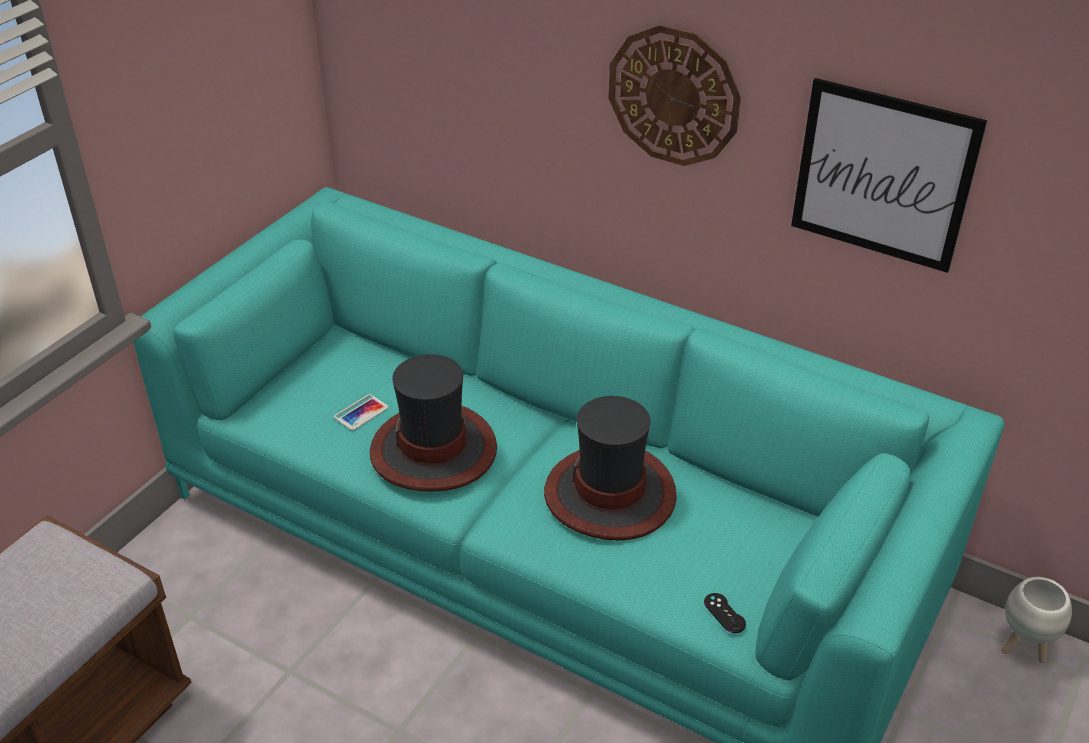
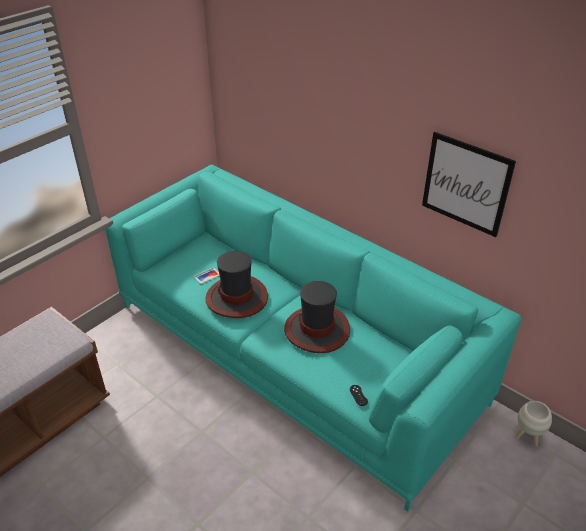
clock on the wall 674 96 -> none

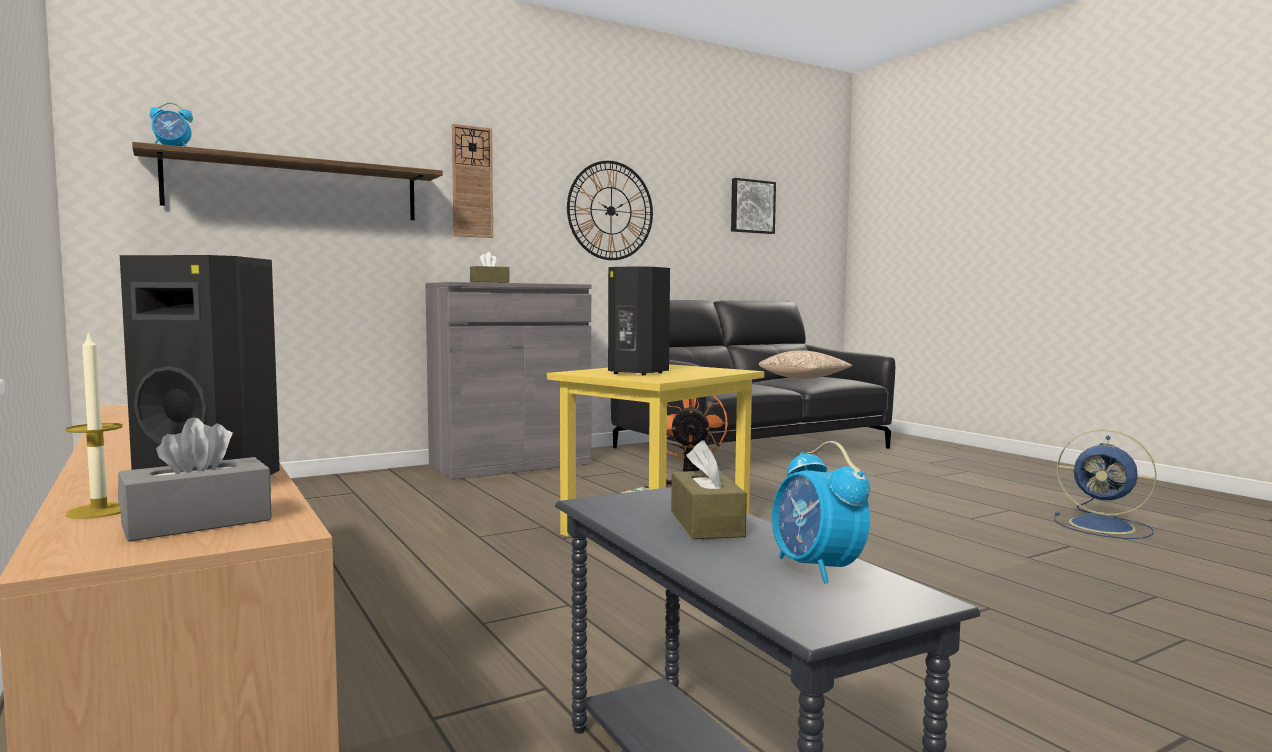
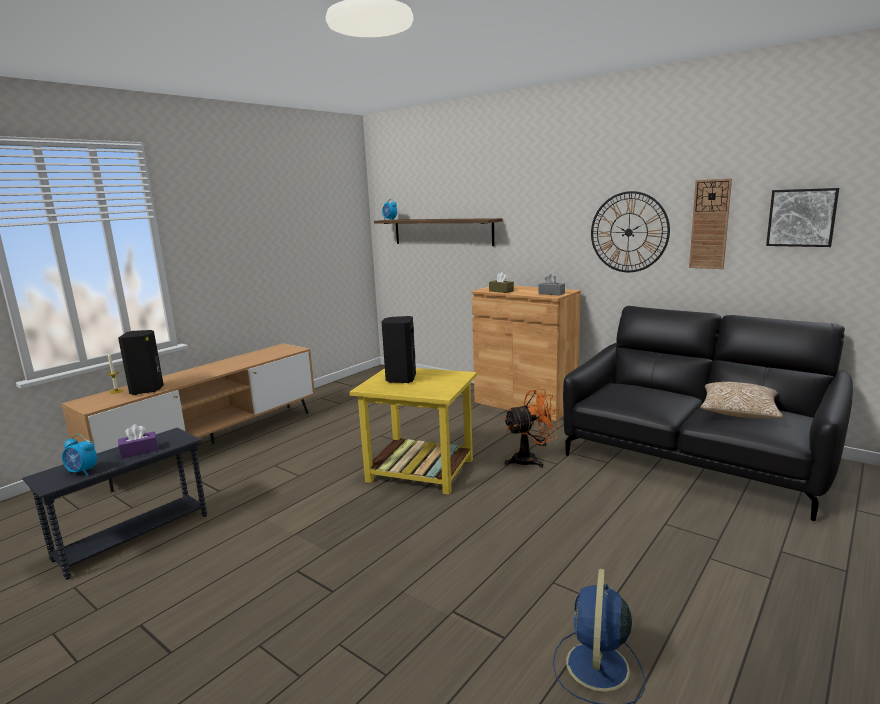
clock on the wall 472 182 -> clock on the wall 710 224, move
cabinet (gray) 510 464 -> cabinet (brownish) 525 404
tissue box (gray) 197 522 -> tissue box (gray) 551 293, move
tissue box (brownish) 706 523 -> tissue box (purple) 139 451
alarm clock 816 569 -> alarm clock 82 472, 120 degrees counterclockwise

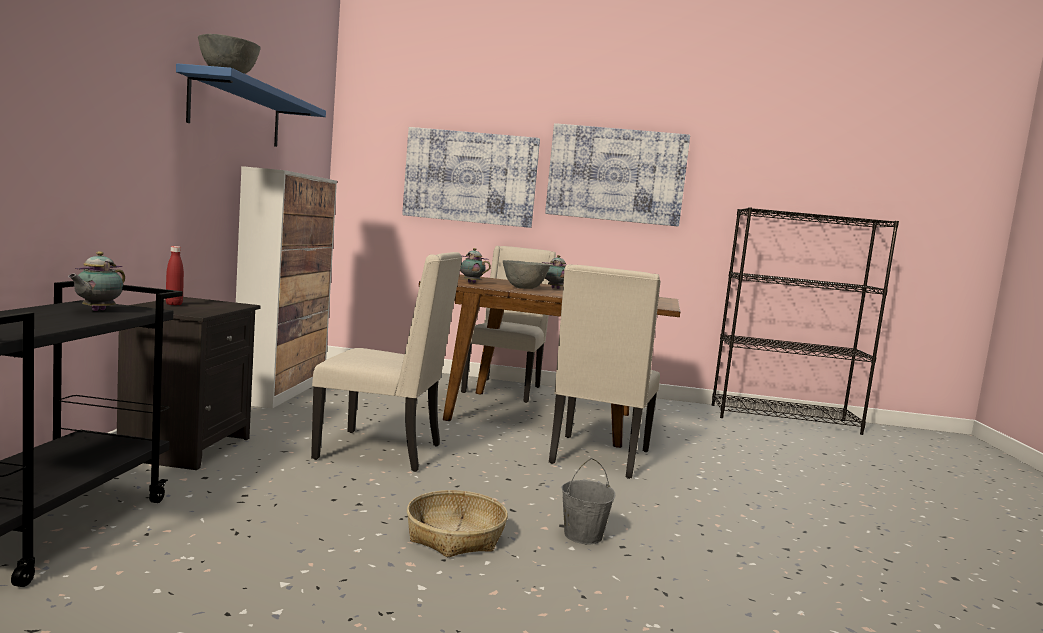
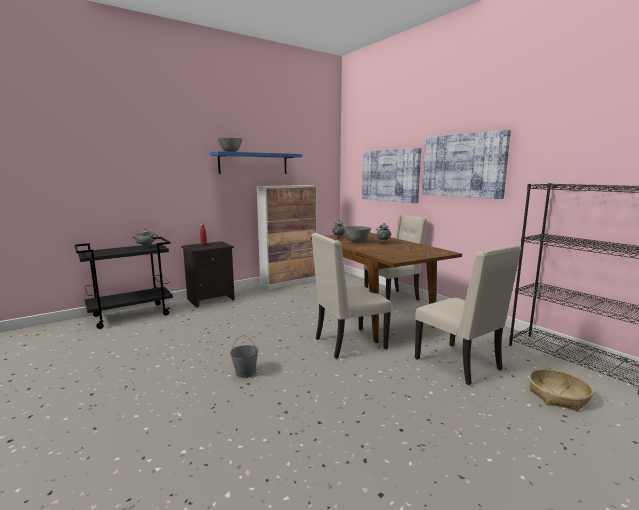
plain chair (beige-coloured) 383 451 -> plain chair (beige-coloured) 460 364, move
basket 455 536 -> basket 558 396, move

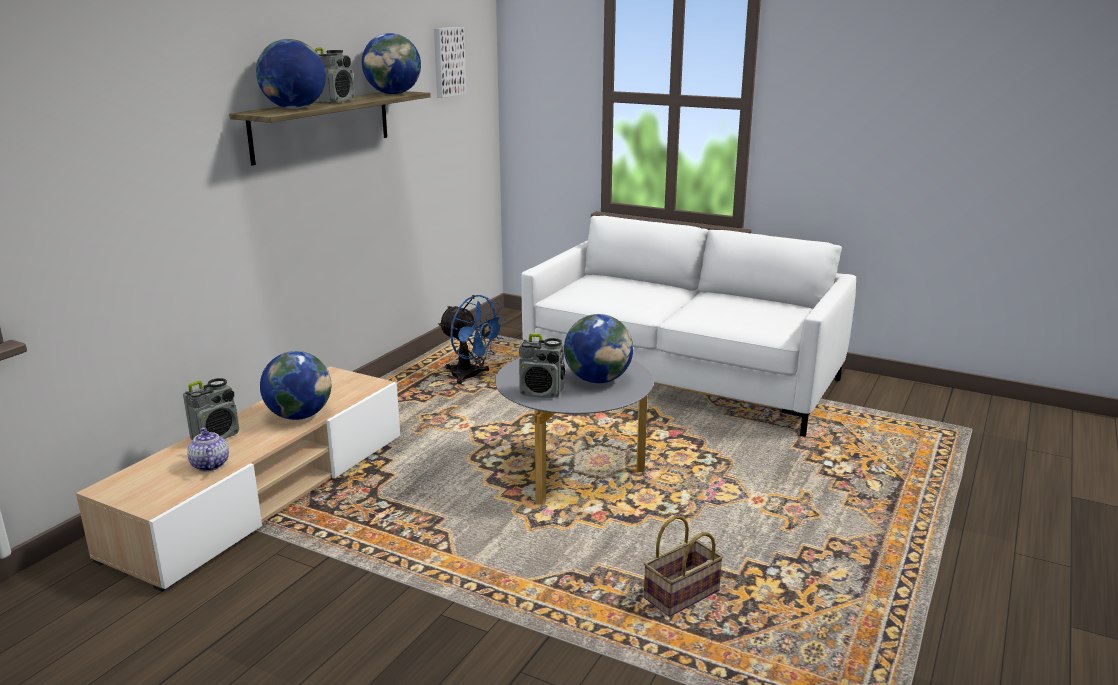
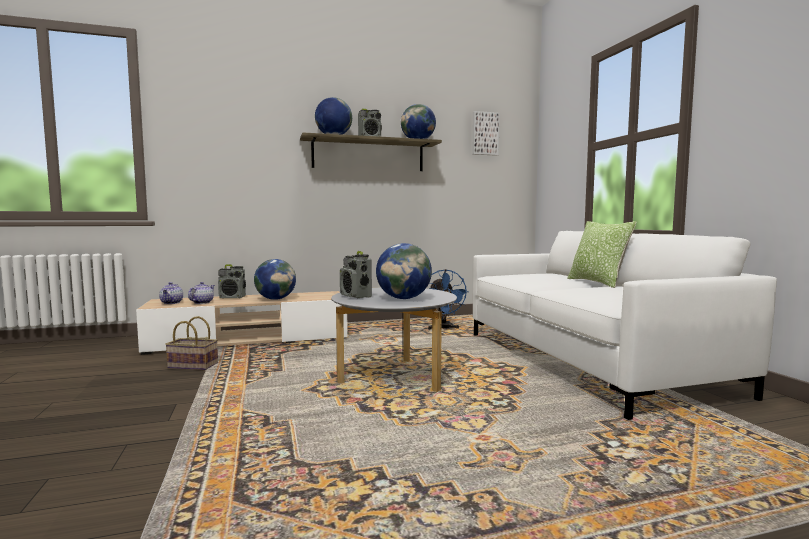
basket 681 596 -> basket 191 366, move
none -> pillow 597 282
none -> pot for tea 172 303

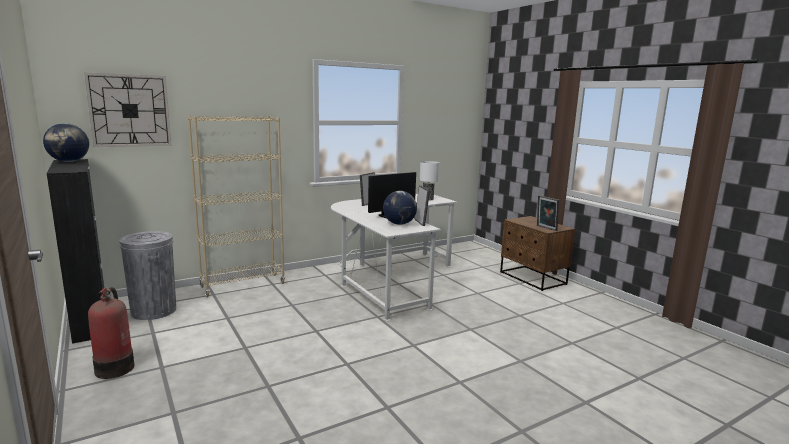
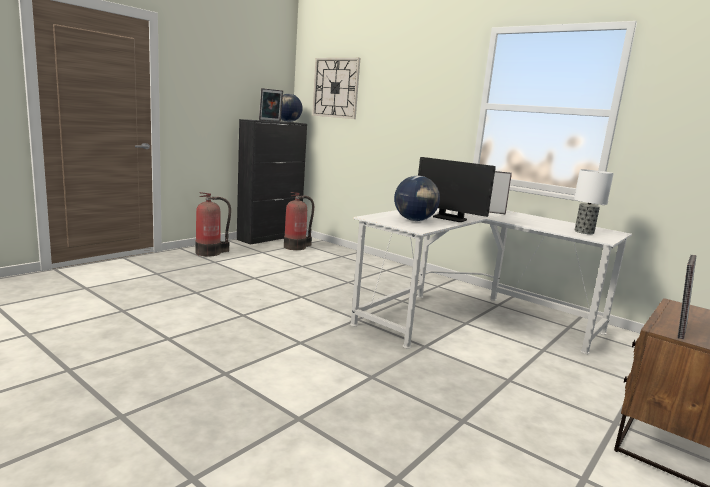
bookshelf (beige-coloured) 243 285 -> none
photo frame 421 222 -> photo frame 270 121, move
waste bin (gray) 153 311 -> fire-fighting cylinder 296 247

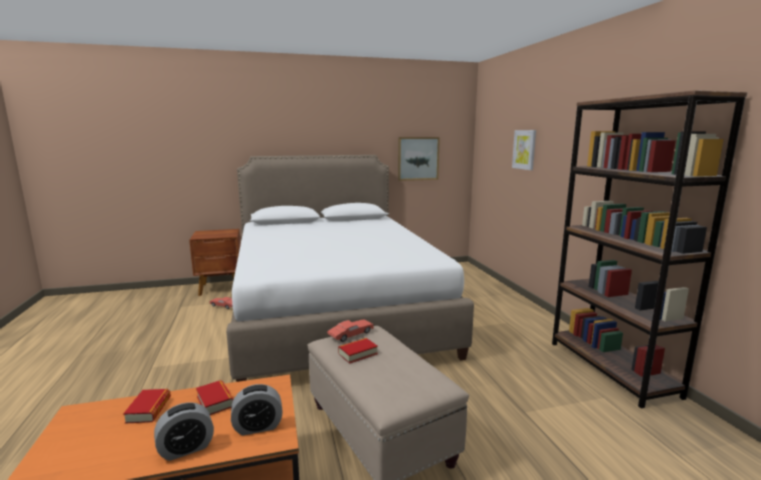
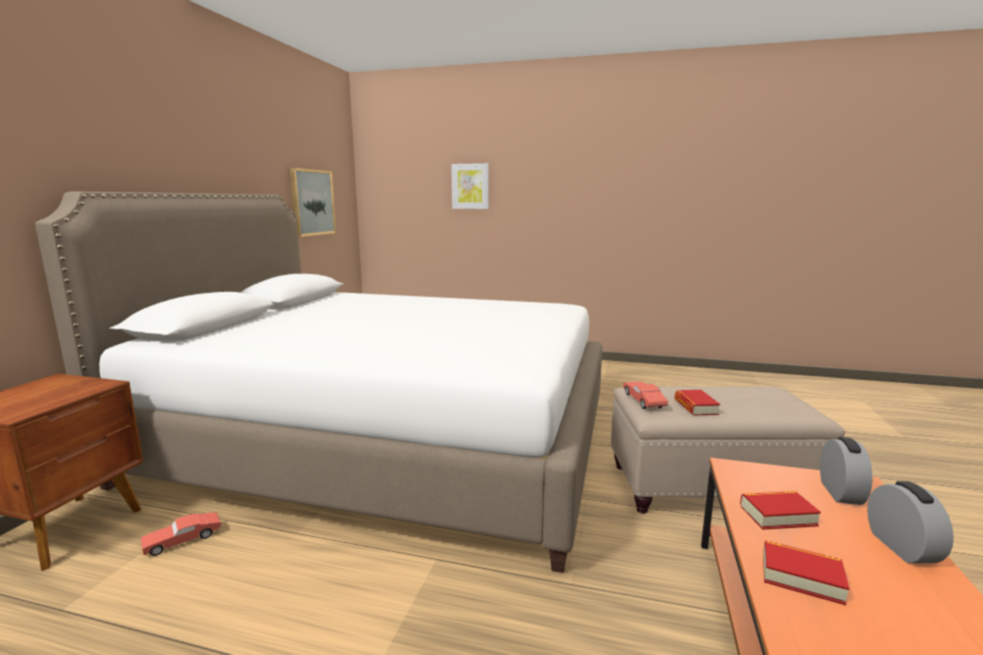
bookshelf (brownish) 611 368 -> none

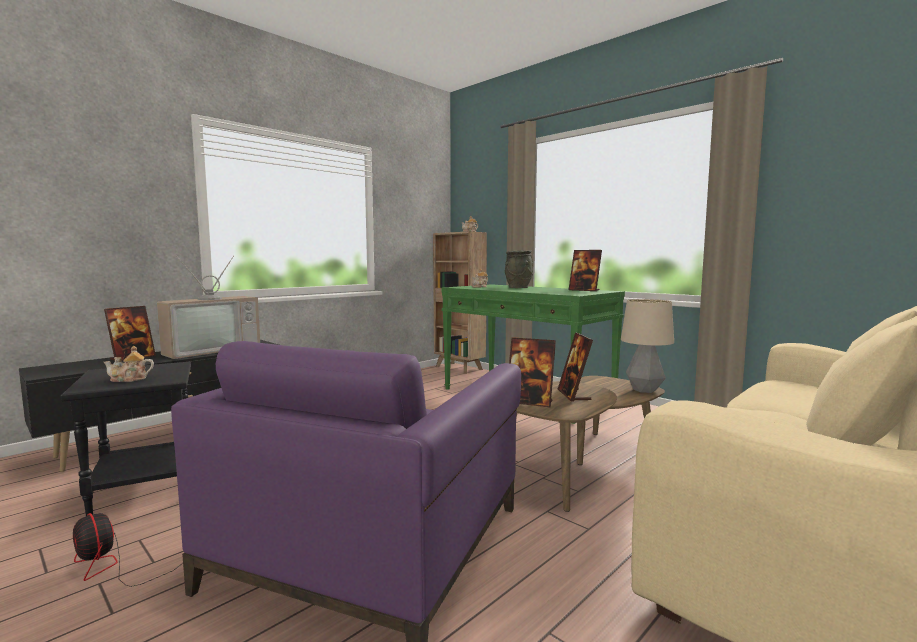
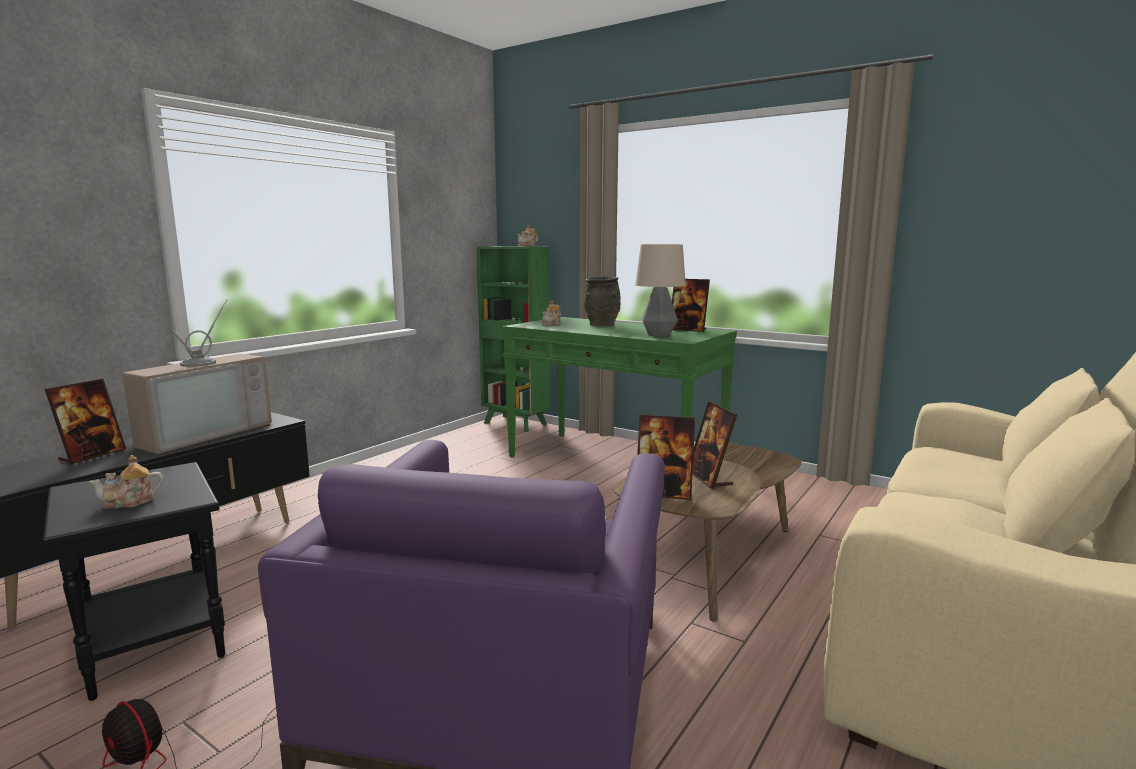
bookshelf (brownish) 459 368 -> bookshelf (green) 516 424
lamp for a table 644 390 -> lamp for a table 659 335, move

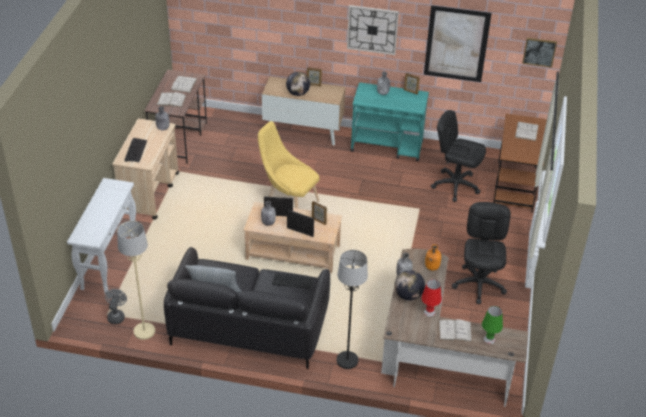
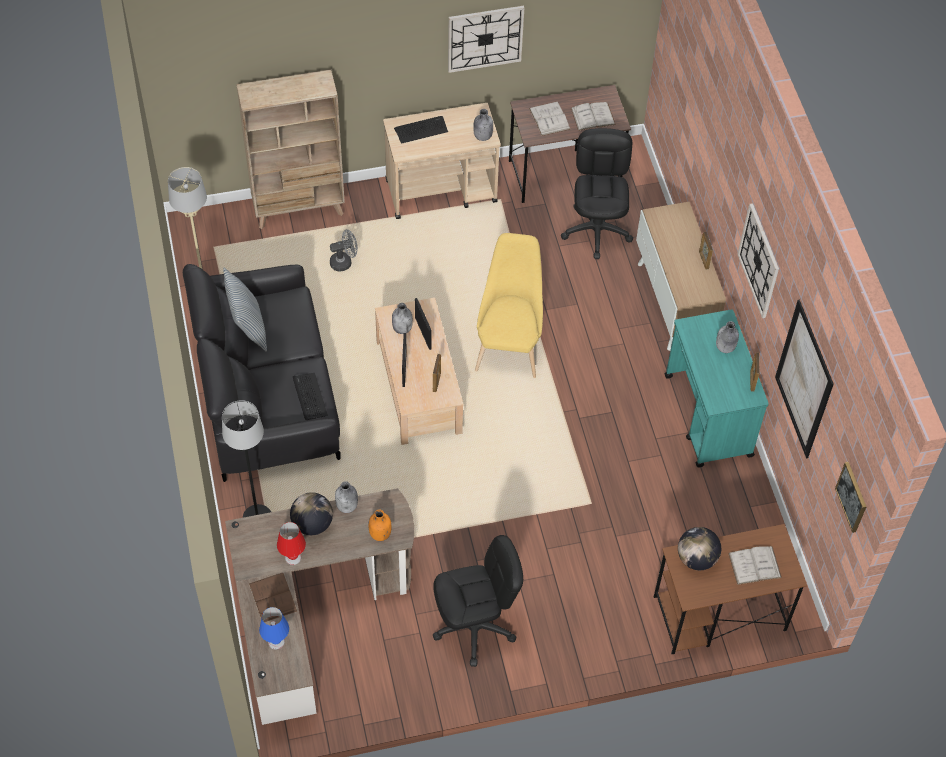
desk globe 298 93 -> desk globe 696 558, move
desk chair (blackish) 455 185 -> desk chair (blackish) 597 230, move
narrow table (whitish) 109 261 -> bookshelf (beige-coloured) 299 208
fan (gray) 116 316 -> fan (gray) 344 262, move
lamp for a table (green) 489 339 -> lamp for a table (blue-coloured) 276 641
volume (whitish) 455 331 -> volume (brownish) 273 597
none -> clock on the wall 485 38

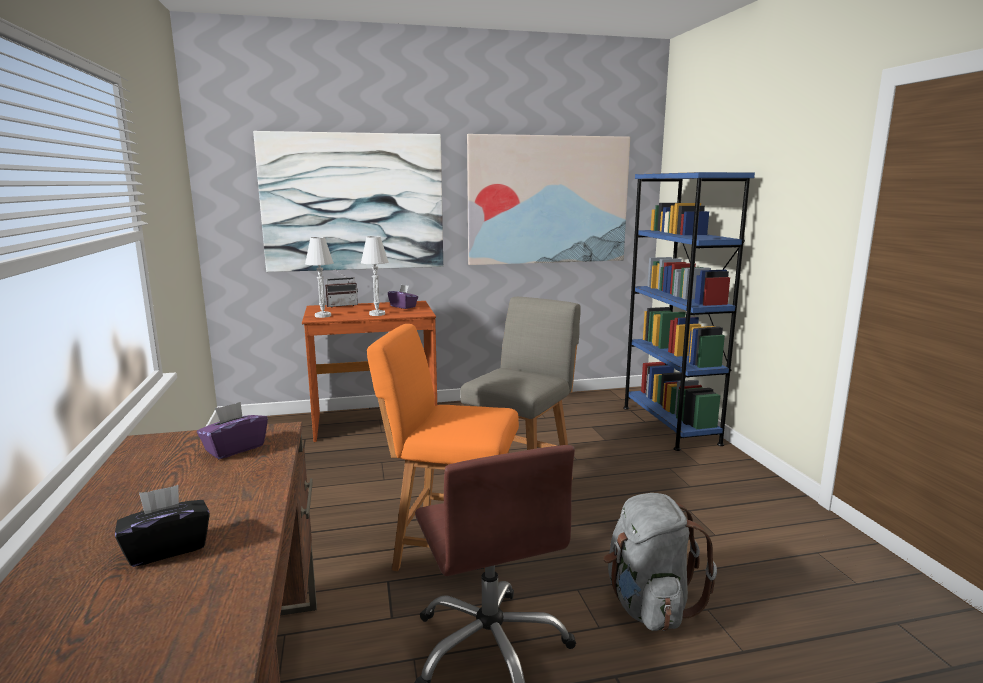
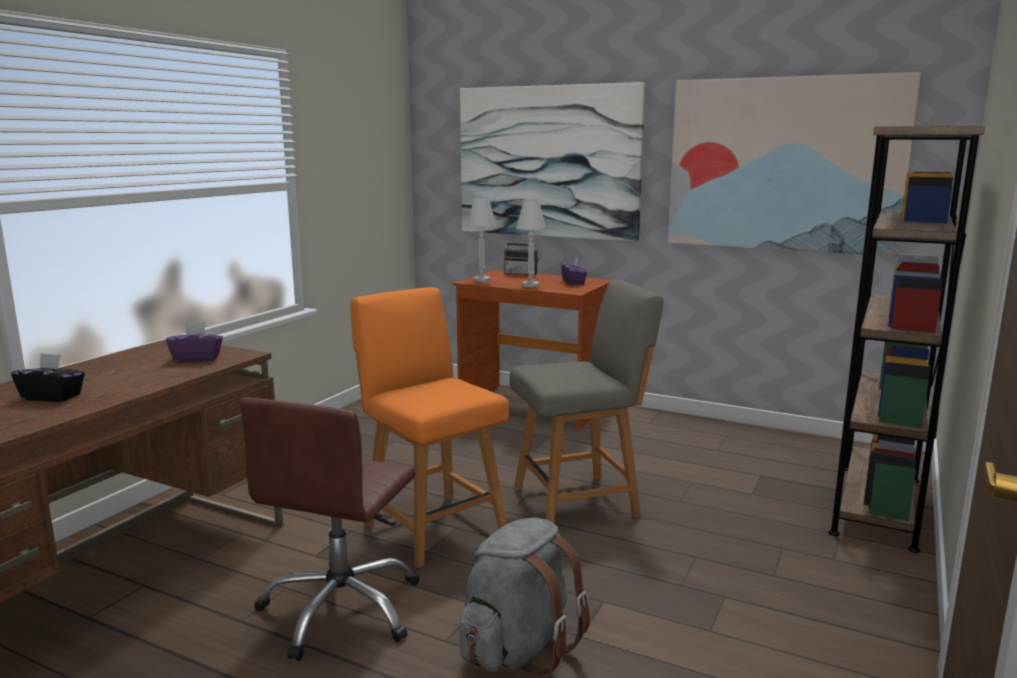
bookshelf (blue-coloured) 669 425 -> bookshelf (brownish) 877 505

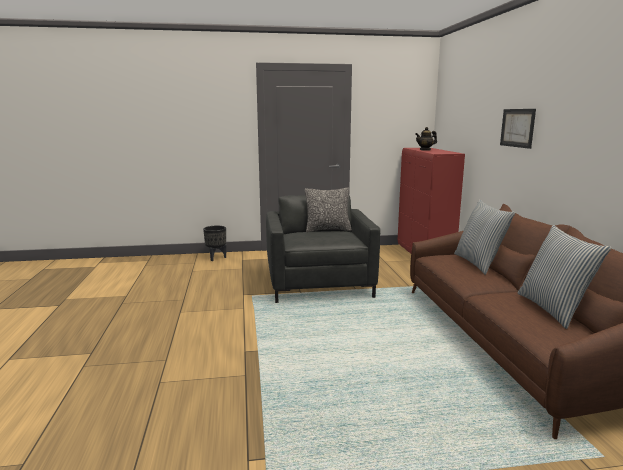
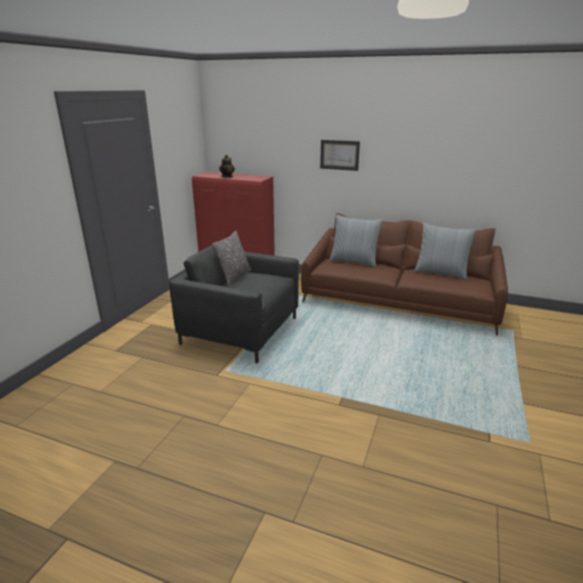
plant pot (blackish) 216 258 -> none

